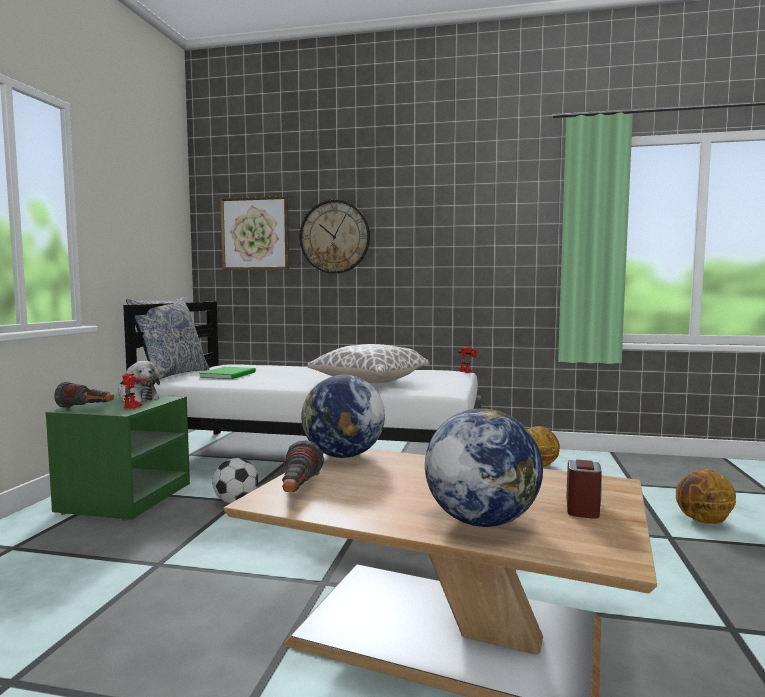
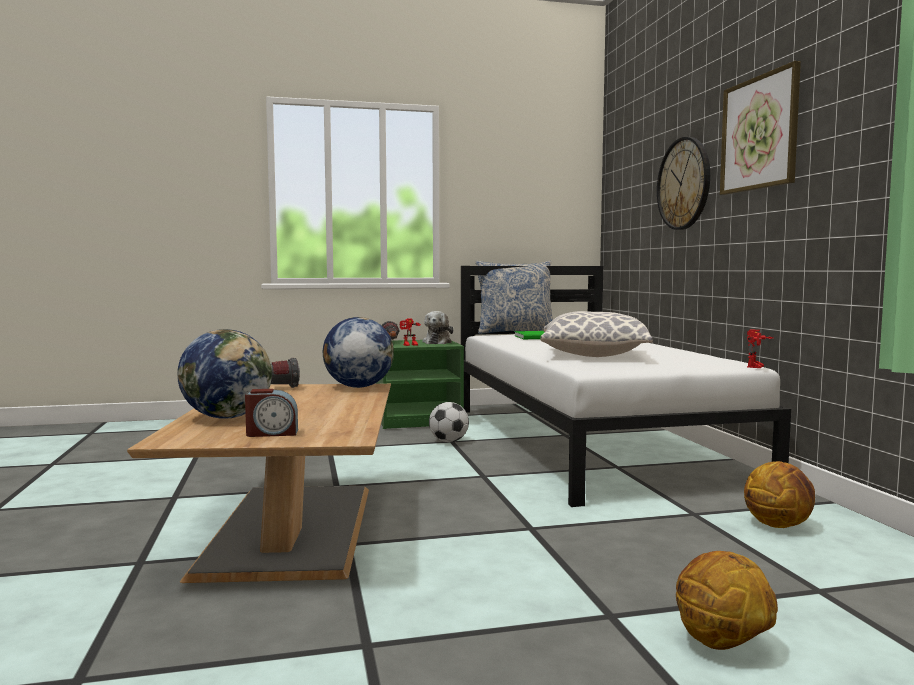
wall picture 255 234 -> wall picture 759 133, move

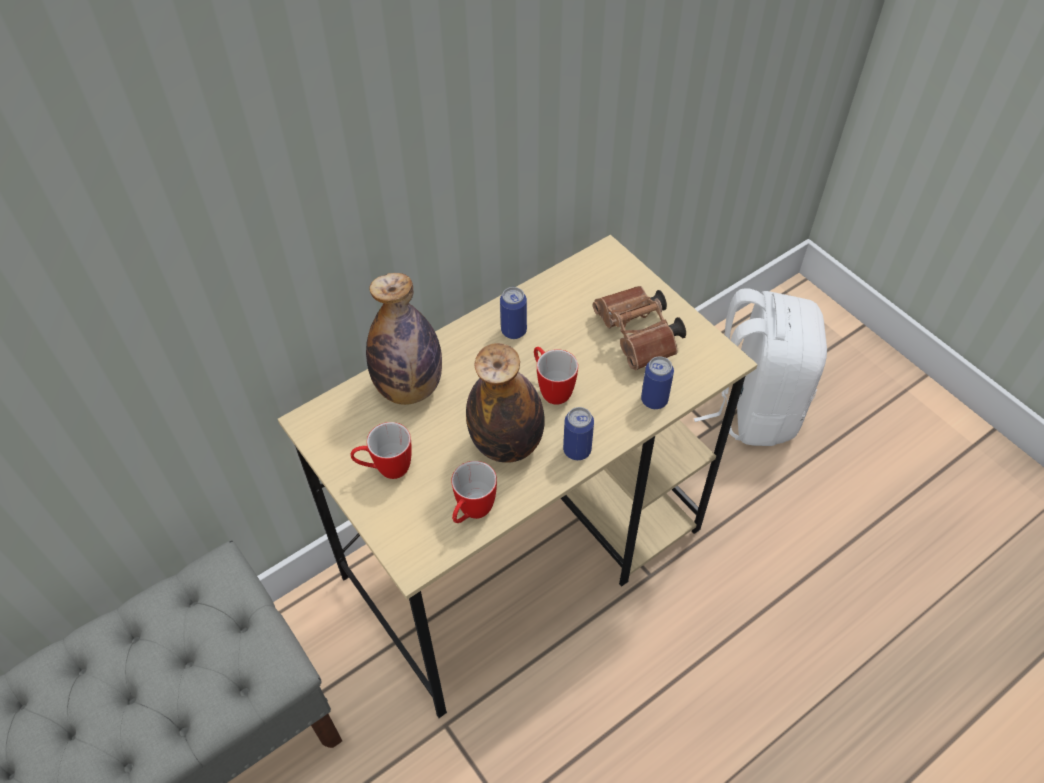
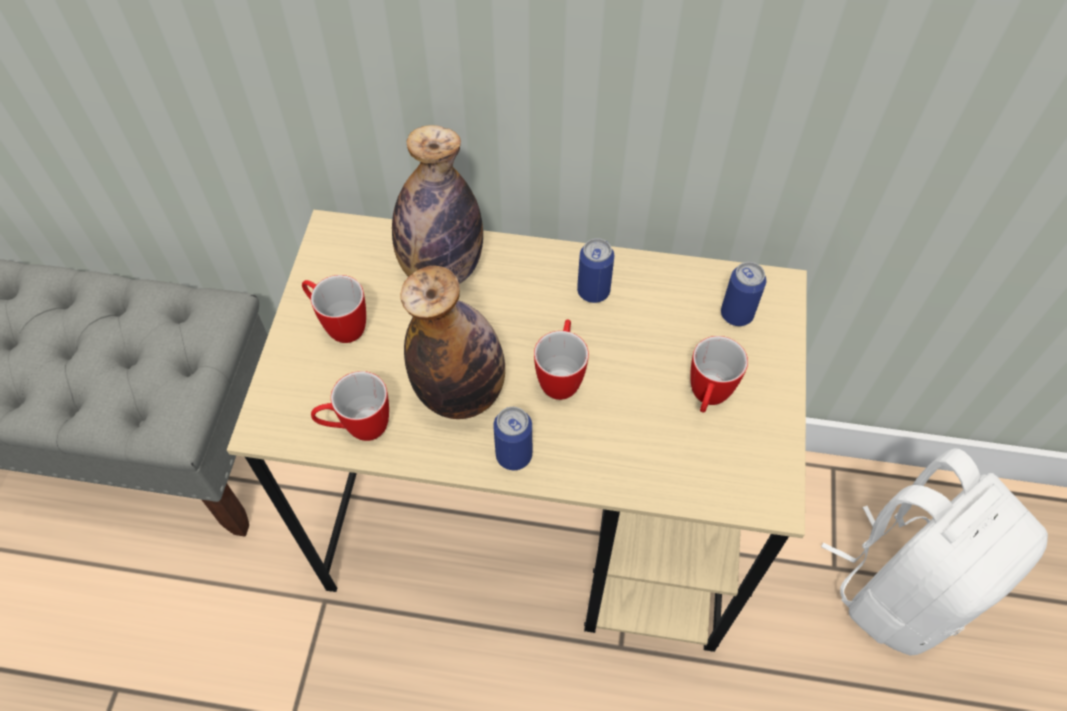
field glasses (brownish) 639 338 -> coffee mug 706 399
sealed can 654 400 -> sealed can 736 314, move

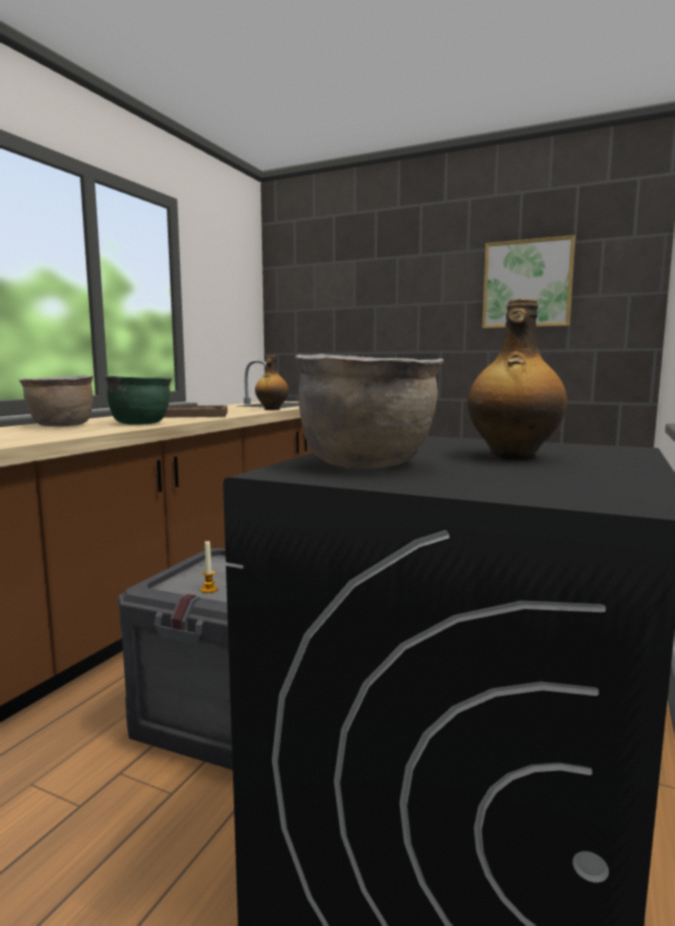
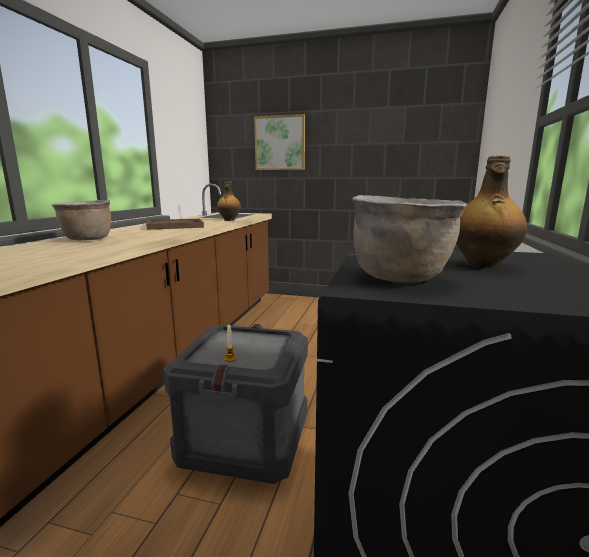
wall picture 527 284 -> wall picture 280 143, move
stockpot (green) 140 423 -> none

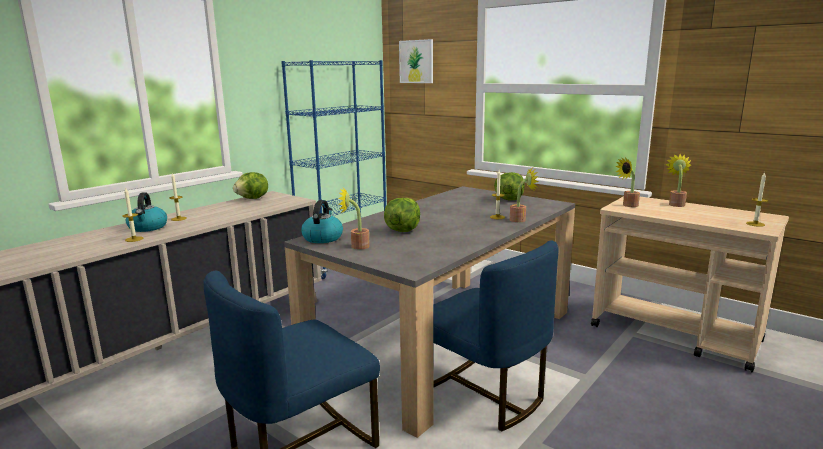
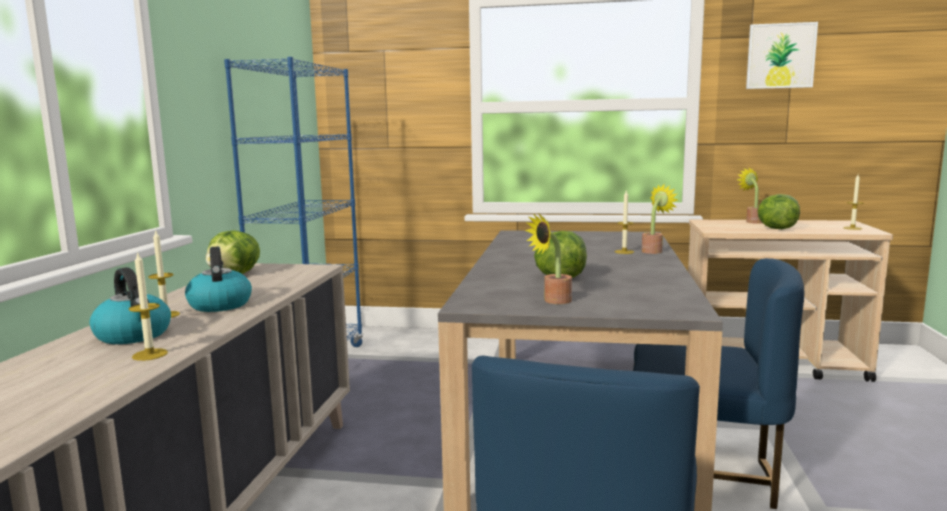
wall picture 416 61 -> wall picture 780 56, move
potted plant 627 205 -> none
lettuce head 509 199 -> lettuce head 775 229, move
kettle 322 238 -> kettle 219 304, move

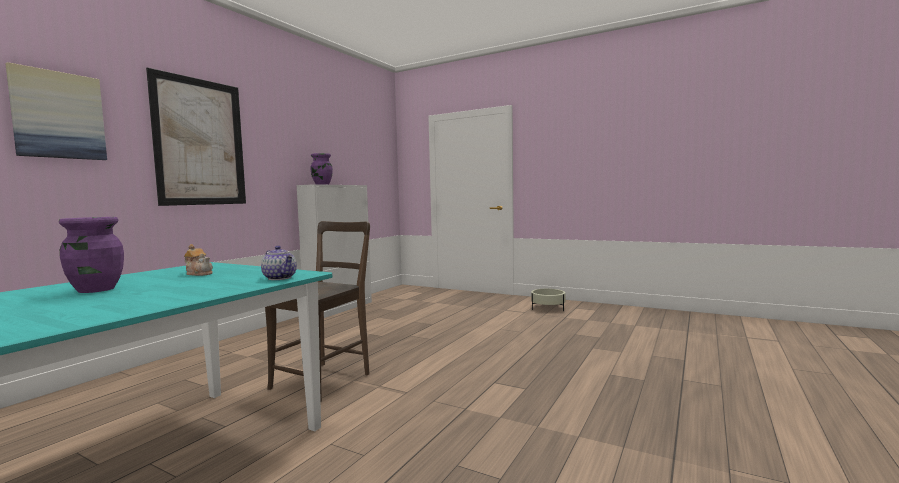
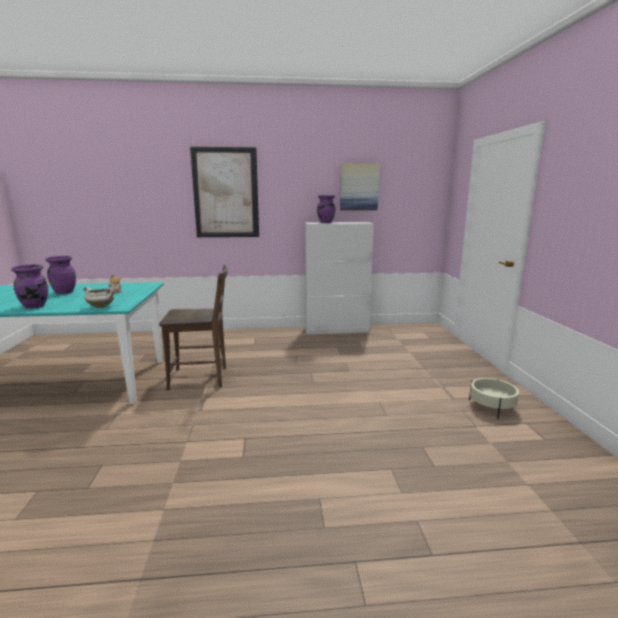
wall picture 58 115 -> wall picture 359 187, move
pot for tea 280 278 -> stockpot (whitish) 101 307
none -> flower vase (purple) 34 306

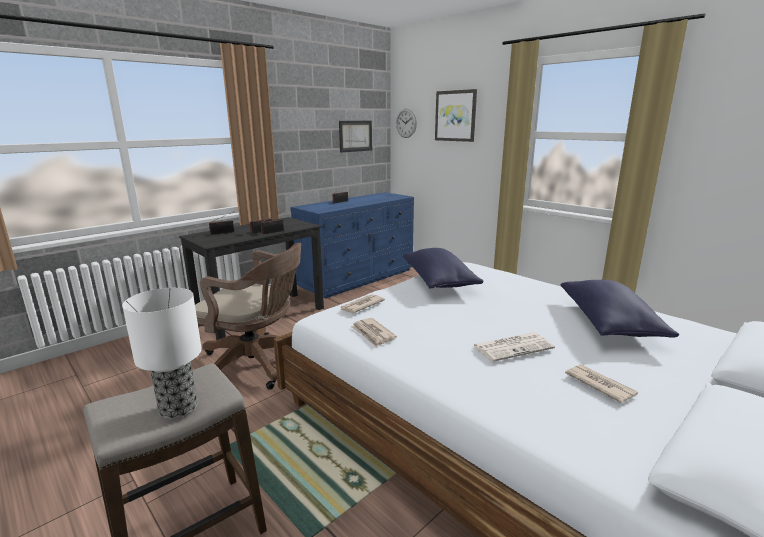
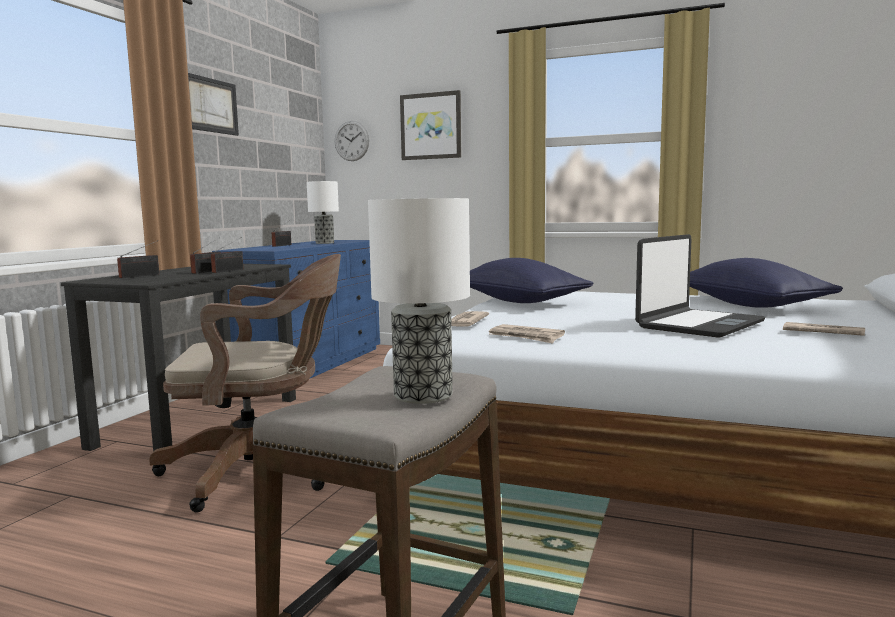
wall picture 355 136 -> wall picture 210 105, move
newspaper 513 347 -> portable computer 699 324
none -> lamp for a table 324 243

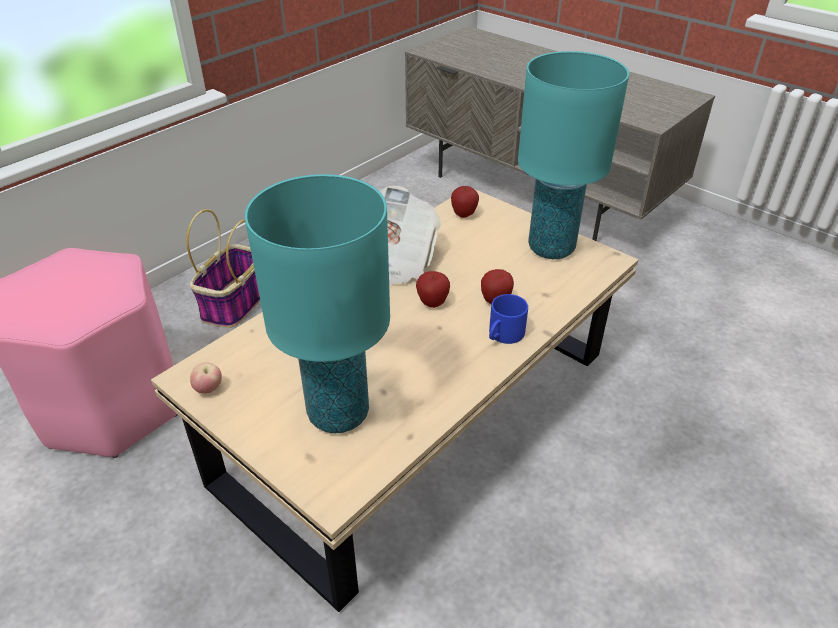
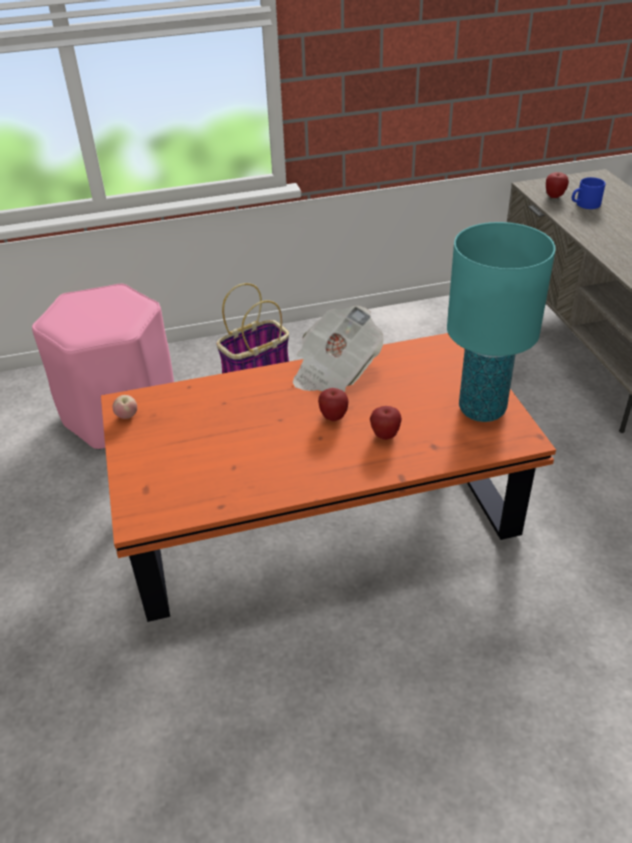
lamp for a table (blue-green) 338 414 -> none
apple fruit 464 215 -> apple fruit 554 196, move
coffee table (beige-coloured) 418 417 -> coffee table (orangey) 318 516
coffee mug (blue-coloured) 504 336 -> coffee mug (blue-coloured) 584 205, move

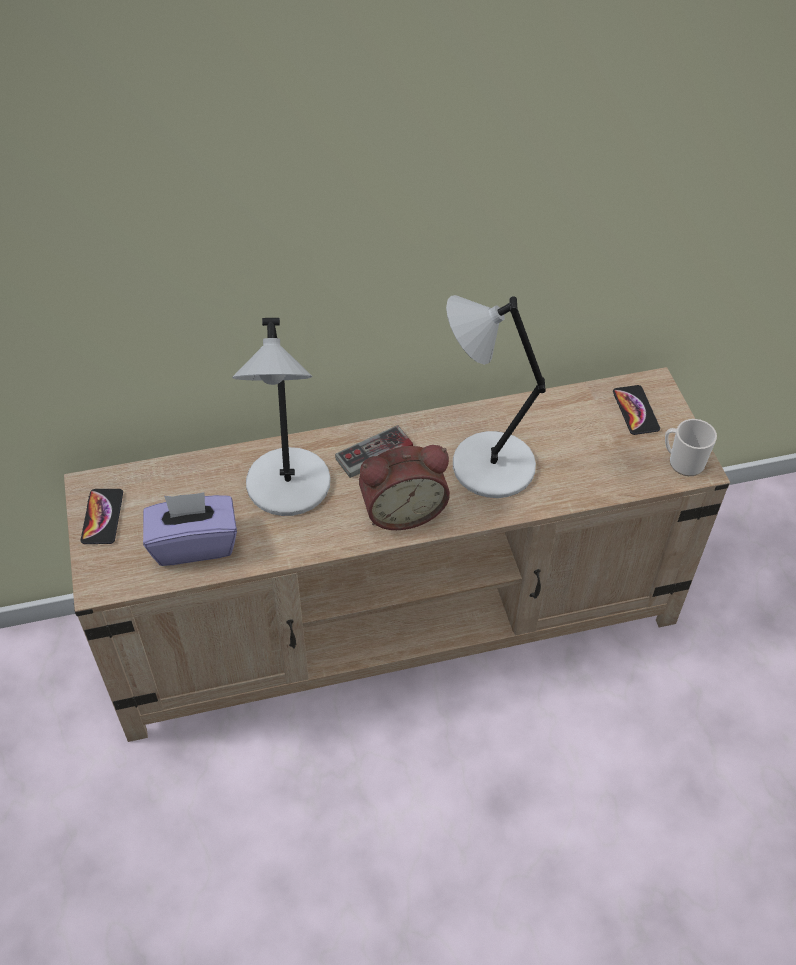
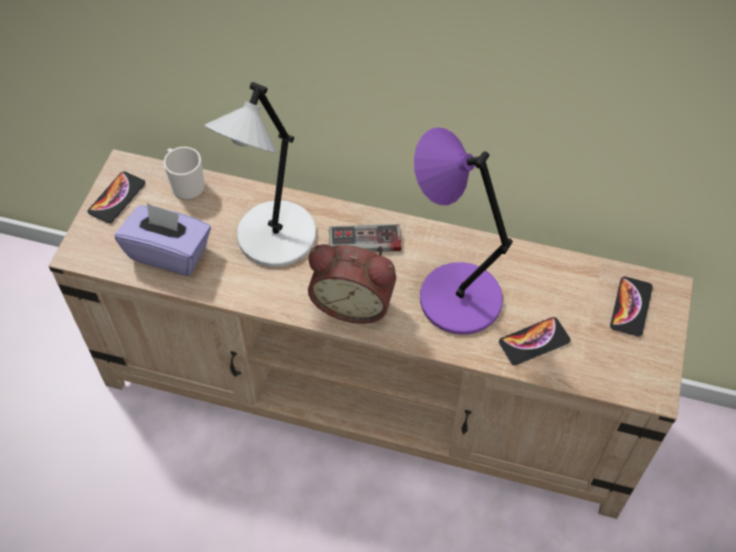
lamp for a table (gray) 488 466 -> lamp for a table (purple) 455 297
coffee mug 682 462 -> coffee mug 186 185, move
none -> handset 534 341

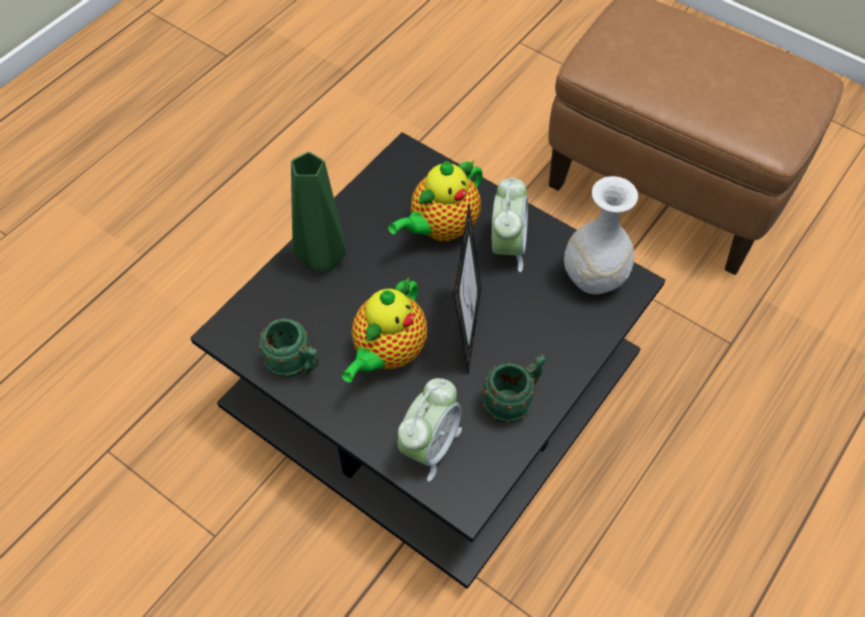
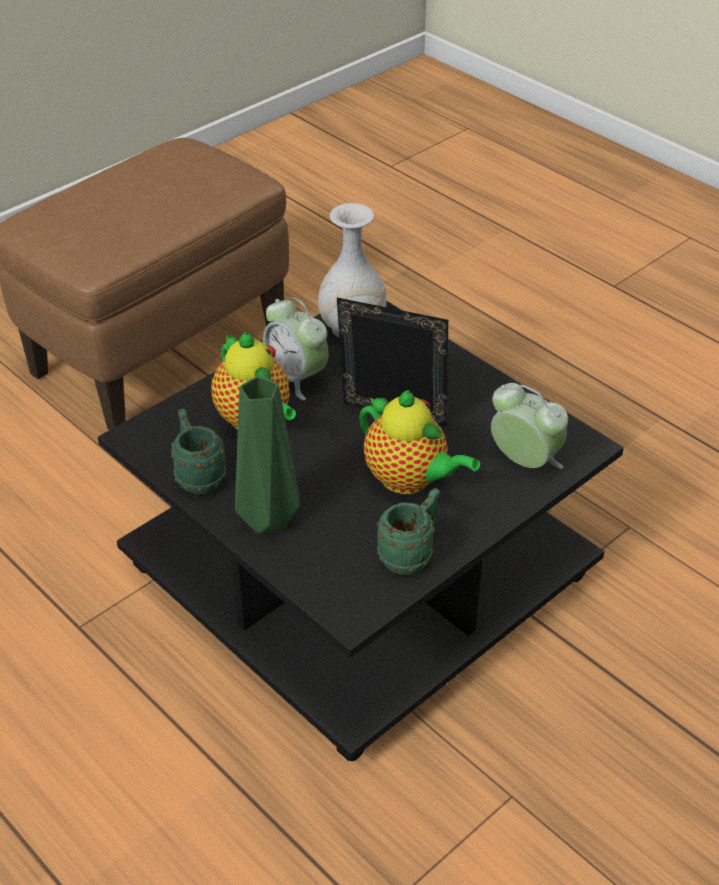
alarm clock 507 246 -> alarm clock 296 378, 150 degrees counterclockwise
coffee mug (green) 513 401 -> coffee mug (green) 198 476, move

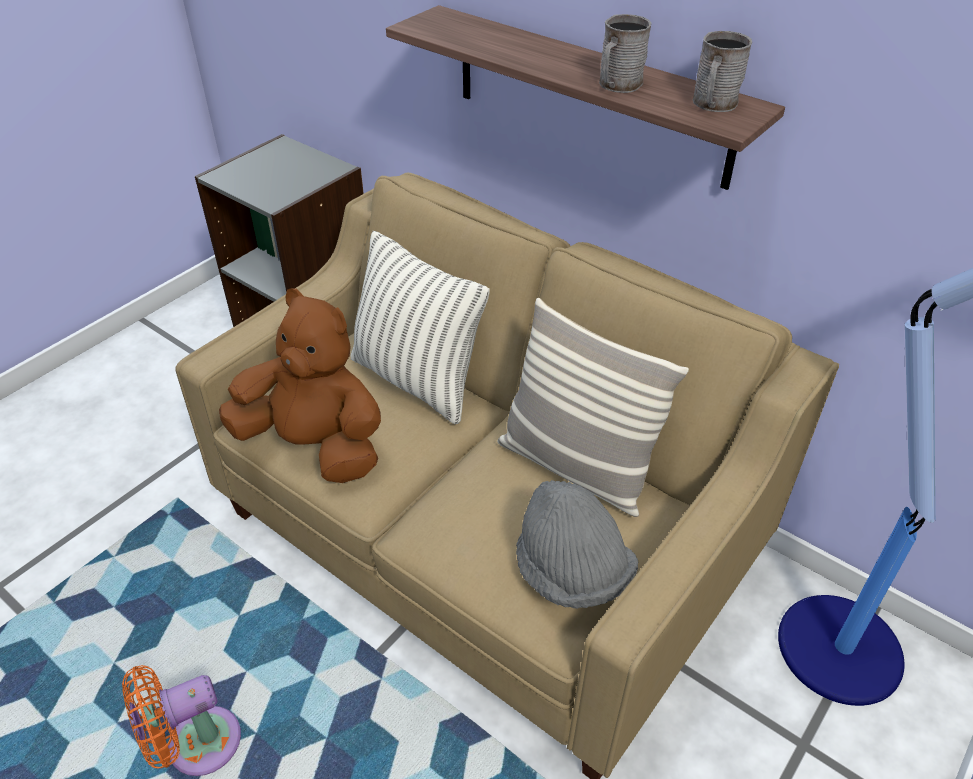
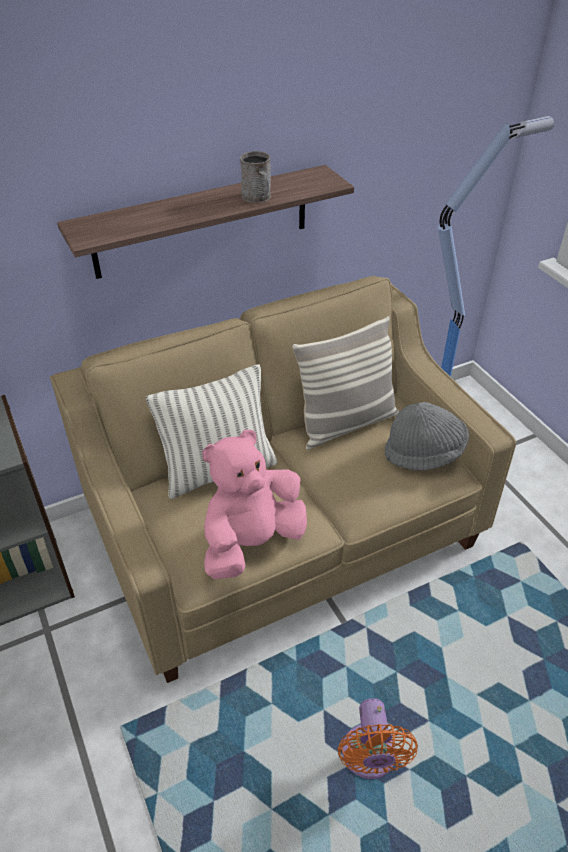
coffee mug (gray) 713 104 -> none
cuddly toy (brownish) 315 445 -> cuddly toy (pinkish) 252 542

